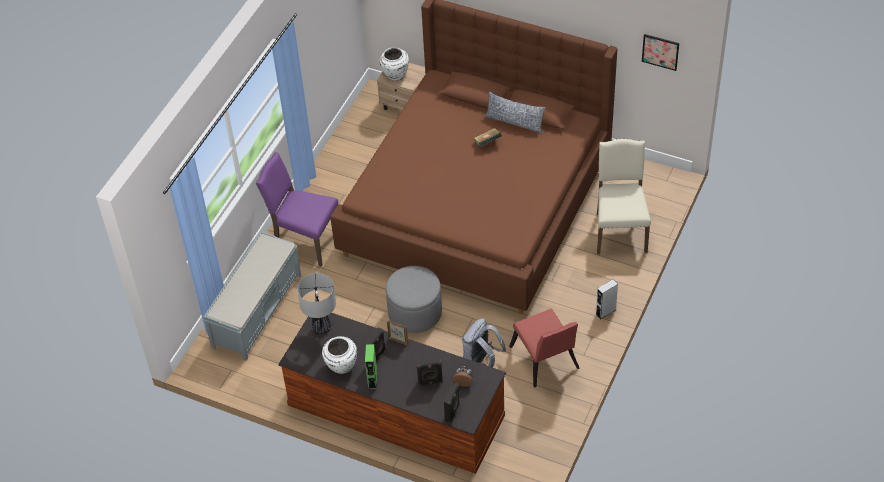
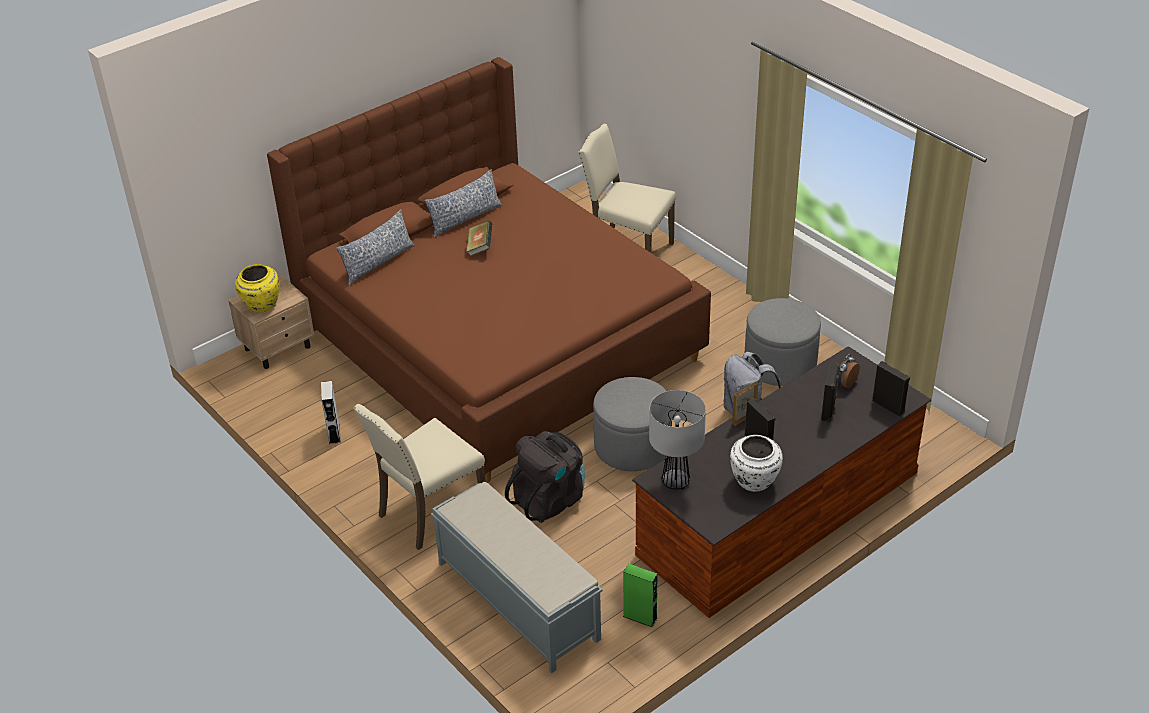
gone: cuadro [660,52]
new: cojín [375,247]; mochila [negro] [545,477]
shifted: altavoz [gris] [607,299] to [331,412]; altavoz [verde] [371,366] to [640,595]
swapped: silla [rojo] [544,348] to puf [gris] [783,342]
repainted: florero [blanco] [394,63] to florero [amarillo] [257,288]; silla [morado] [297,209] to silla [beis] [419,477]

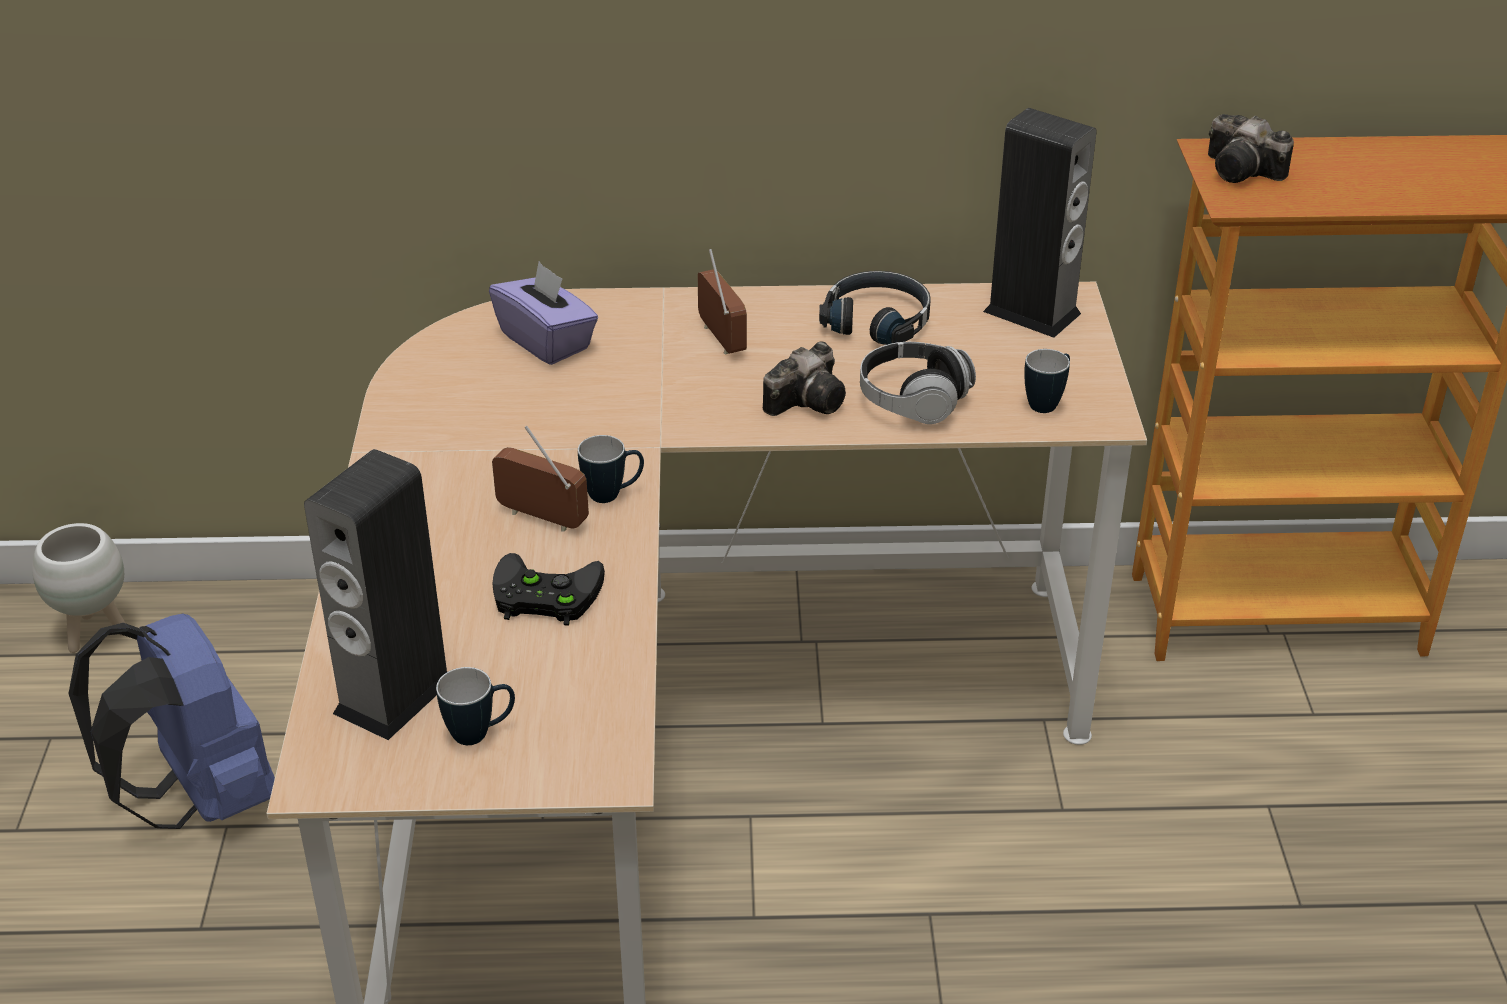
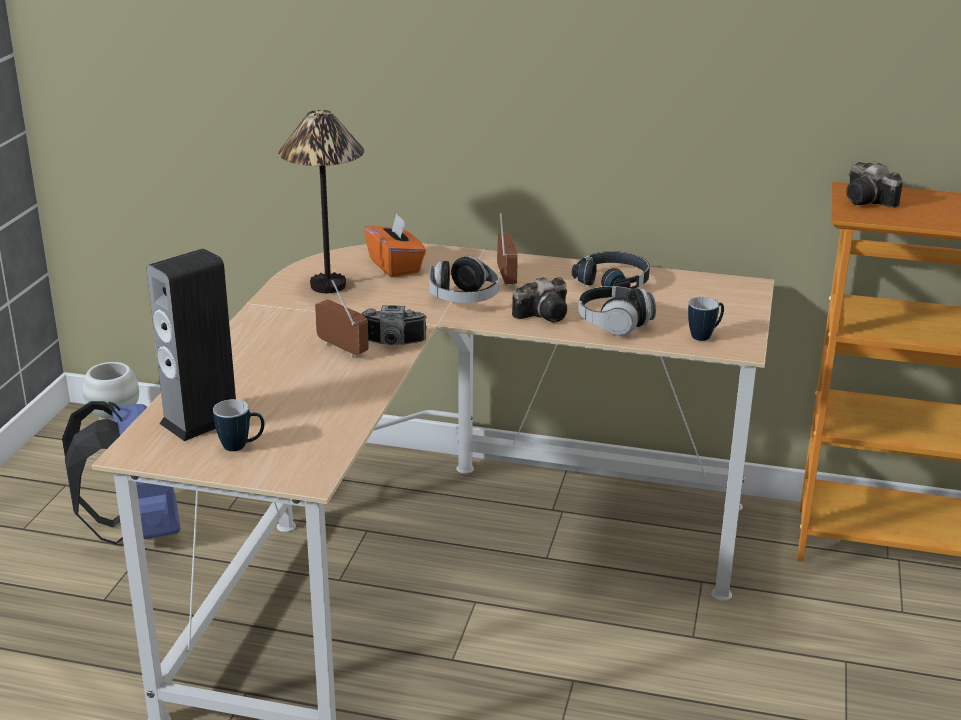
gone: altavoz [1039,223]; mando de consola [negro] [548,589]
new: lámpara de mesa [321,201]; auriculares [464,279]
swapped: taza grande [611,469] to cámara [394,325]
repainted: caja de pañuelos [morado] [543,313] to caja de pañuelos [naranja] [395,245]

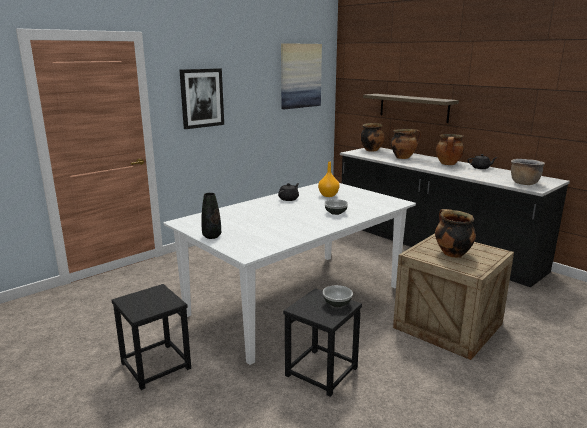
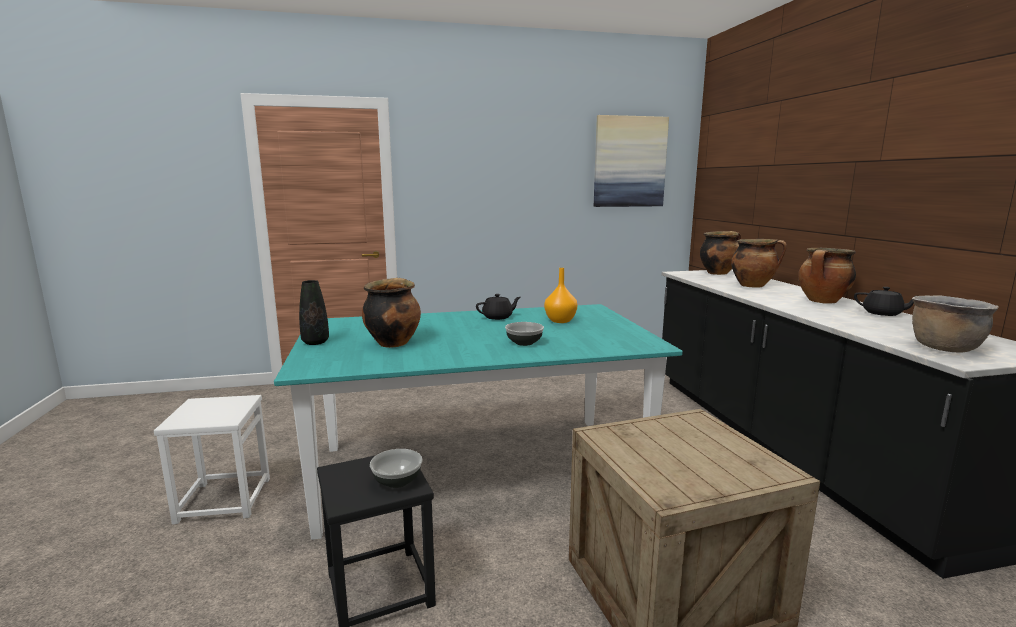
gone: cuadro [201,98]; estante [411,108]
shifted: olla [455,233] to [391,313]
repainted: mesa de comedor [blanco] [290,274] to mesa de comedor [turquesa] [478,422]; taburete [negro] [151,337] to taburete [blanco] [212,459]

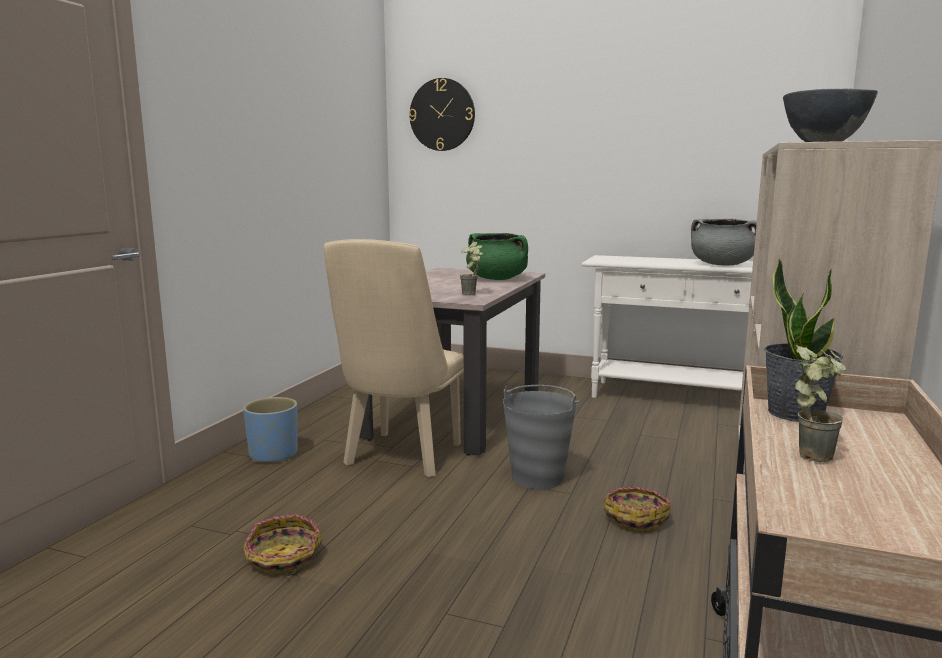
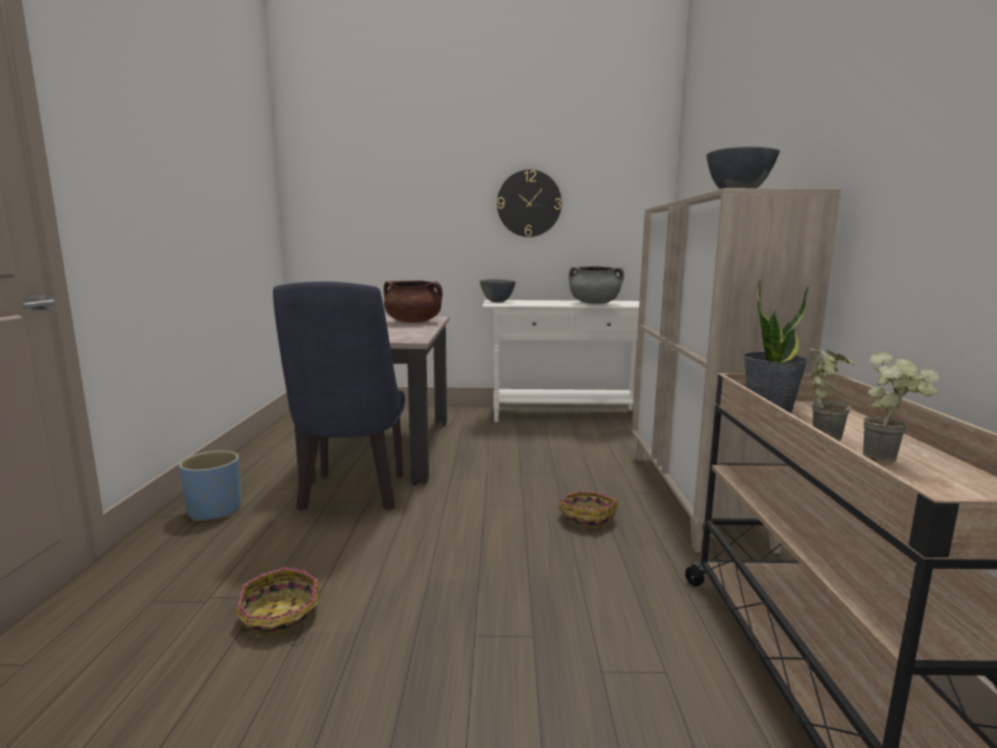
gone: cubo [gris] [541,437]
new: cuenco [gris] [498,290]
shifted: reloj de pared [442,114] to [529,203]; planta en maceta [471,268] to [901,407]
repainted: olla [verde] [497,256] to olla [marrón] [413,301]; silla [beis] [394,358] to silla [azul] [339,396]

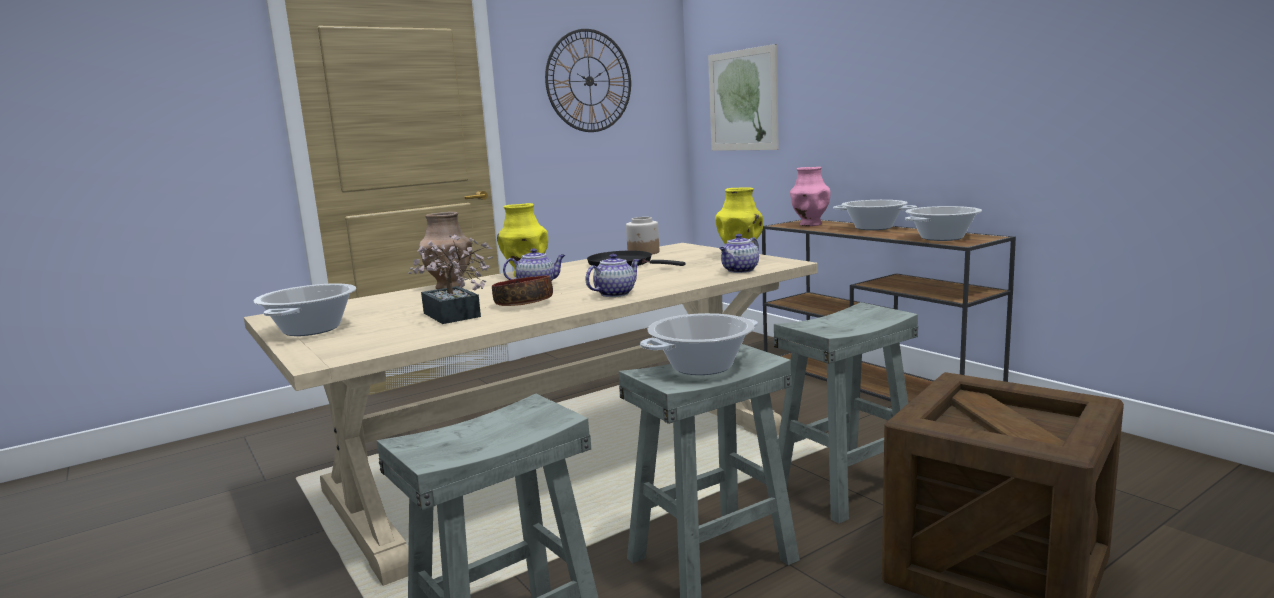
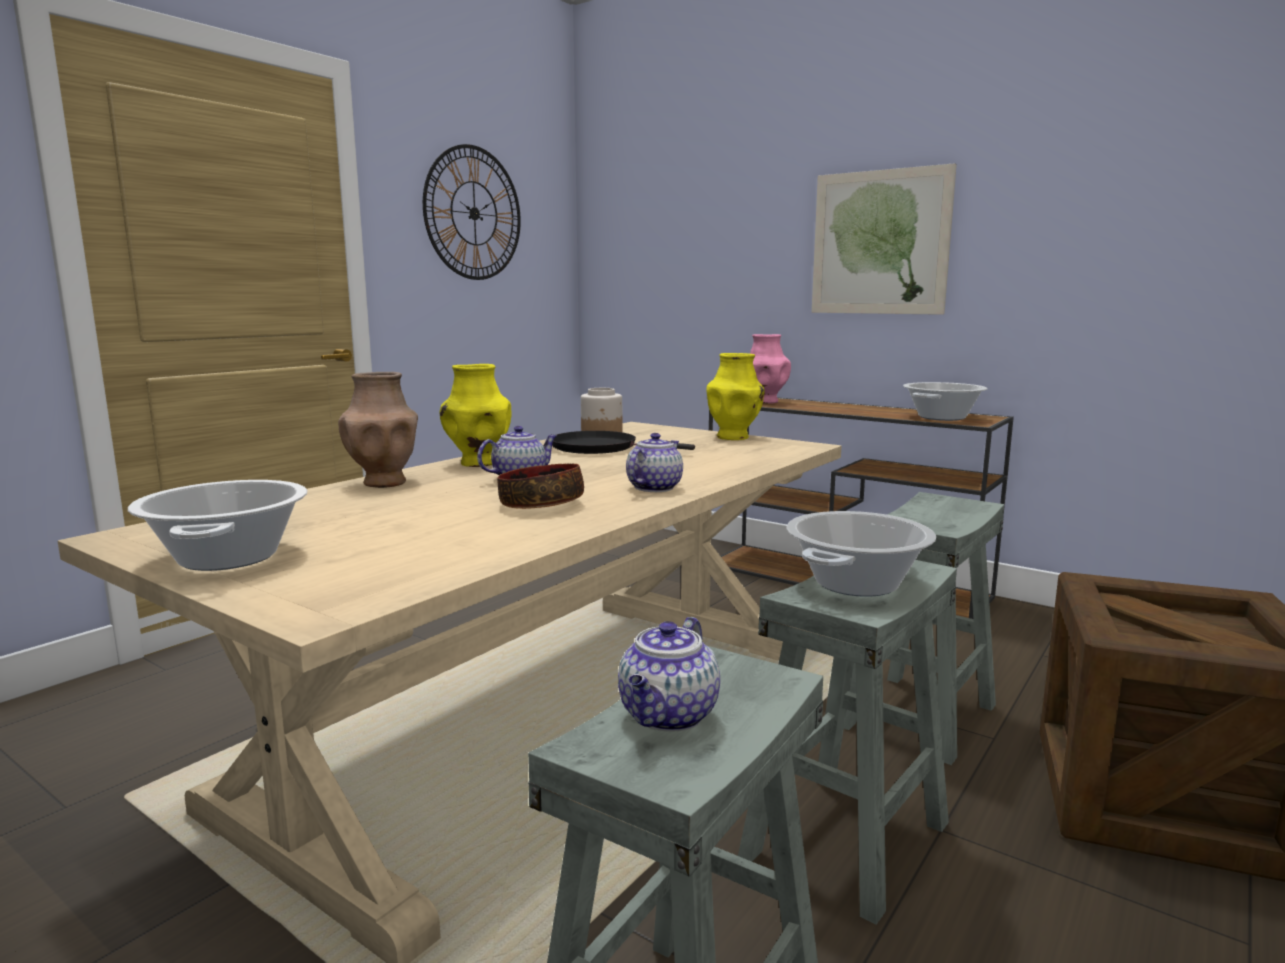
gone: olla [875,215]; planta en maceta [450,279]
shifted: cuadro [743,97] to [884,239]; tetera [739,253] to [669,674]

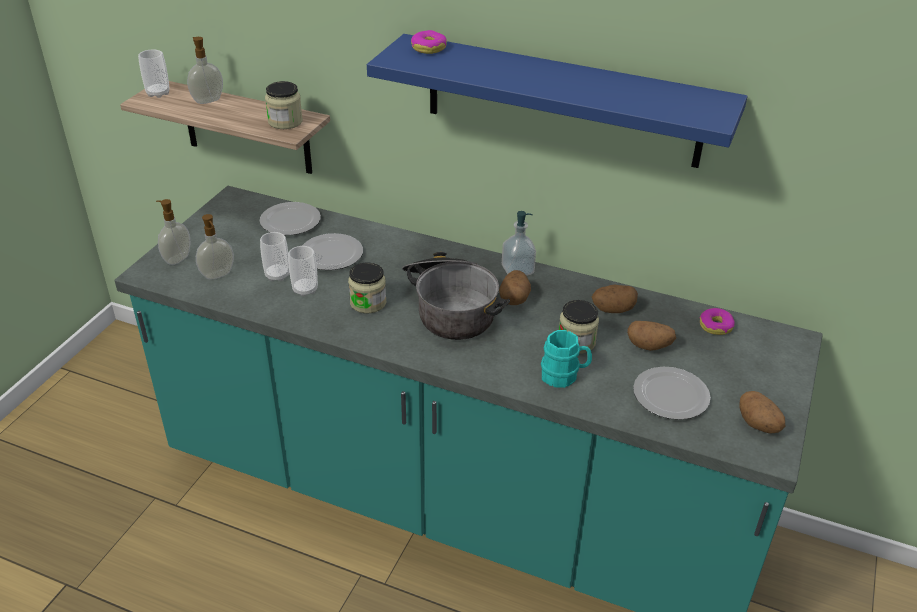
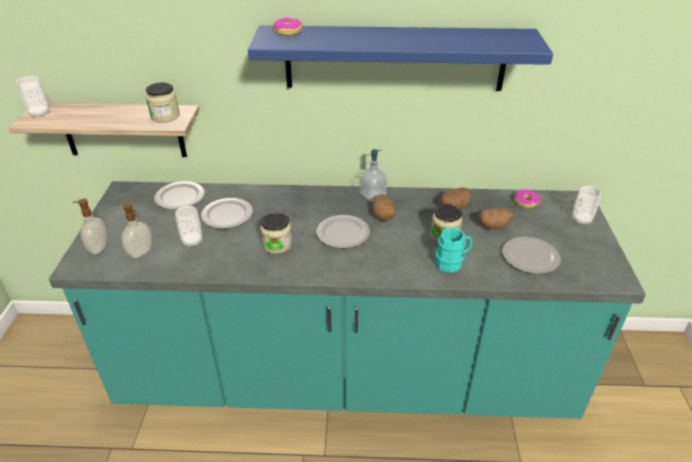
gone: dispensador de jabón [205,70]; patata [762,412]
shifted: taza [303,271] to [586,205]
swapped: olla [456,296] to plato [343,231]

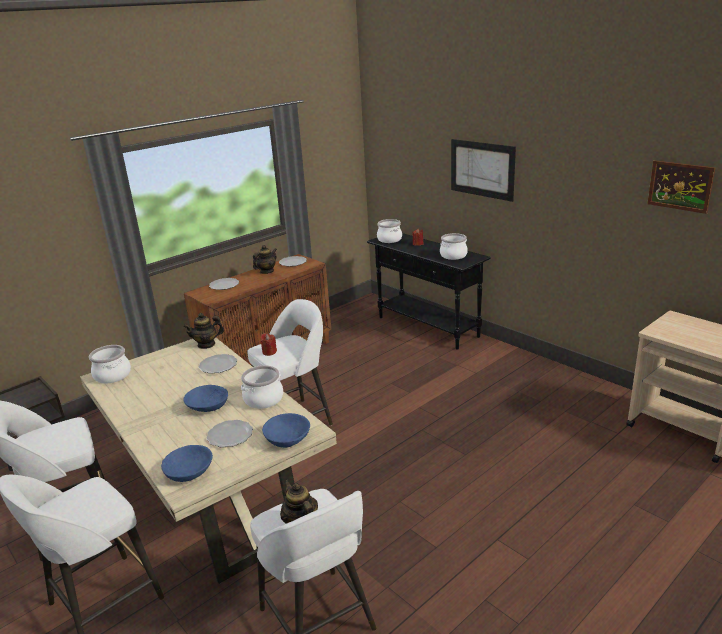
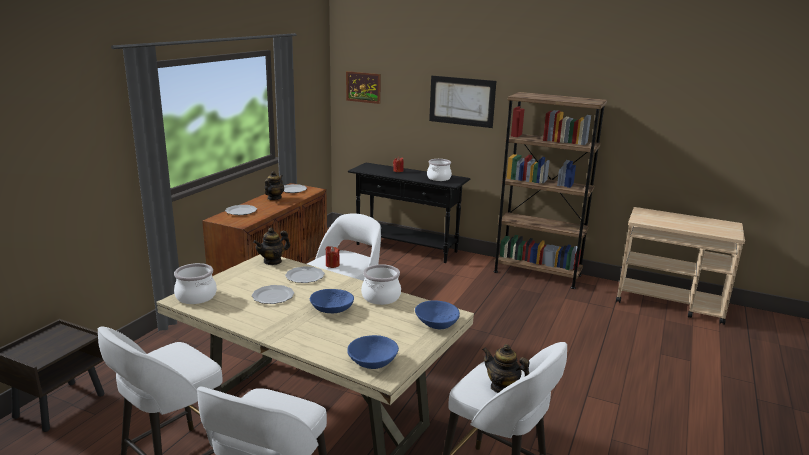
gone: olla [389,231]
new: estantería [marrón] [550,190]
shifted: cuadro [681,187] to [363,87]; plato [229,434] to [273,294]

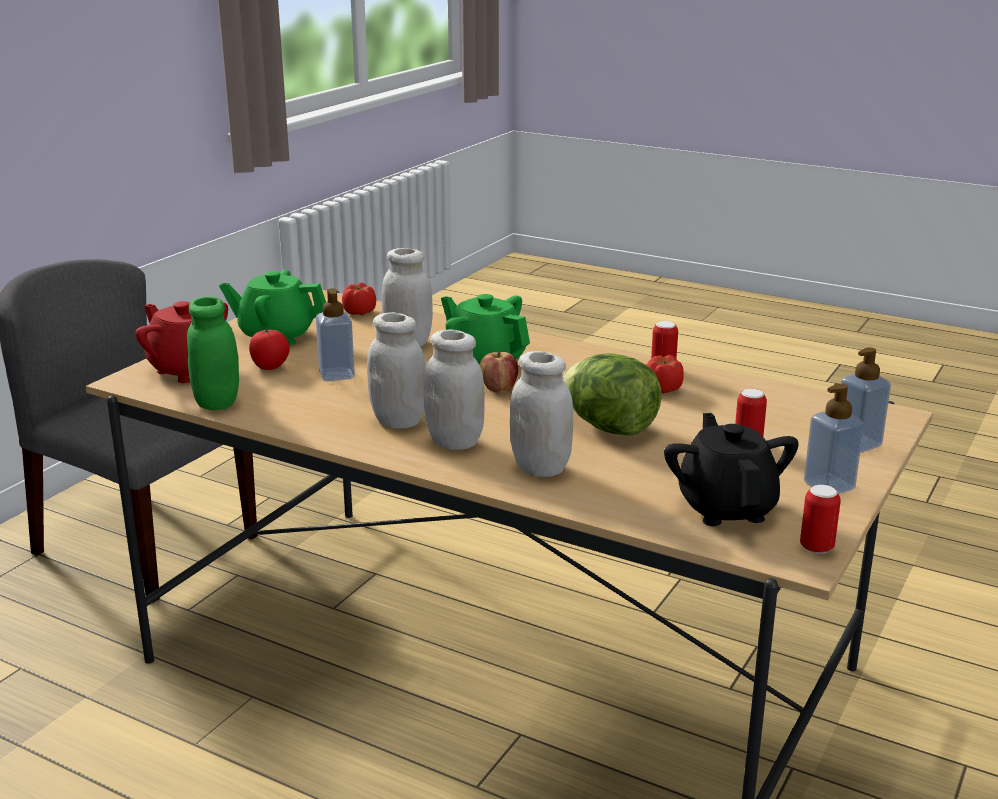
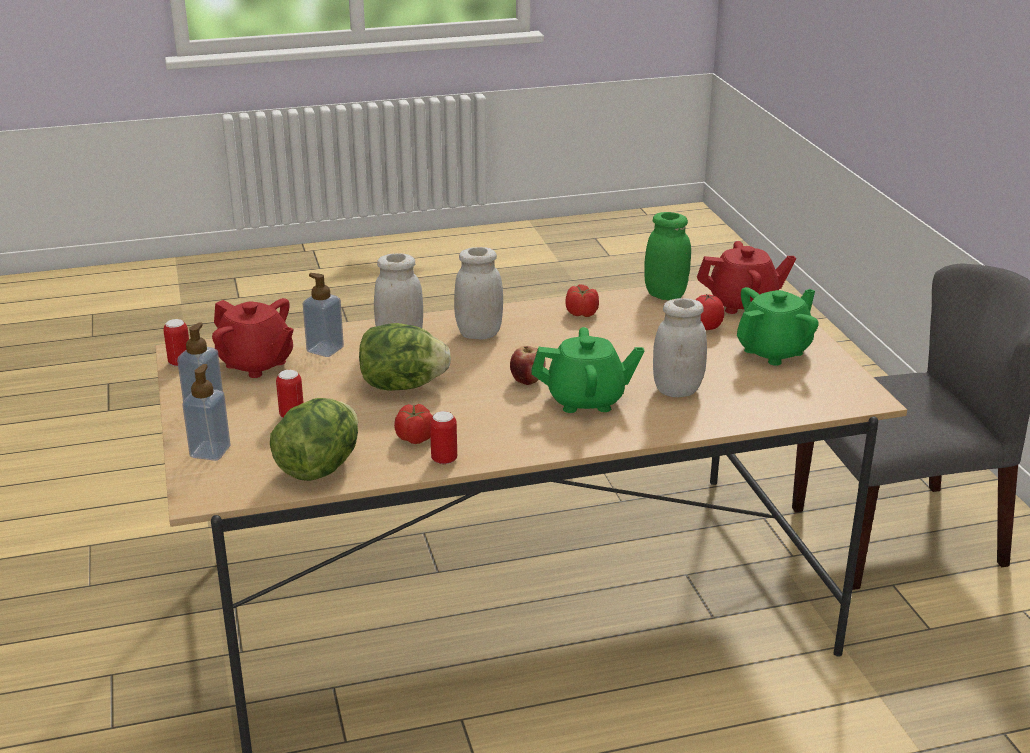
gone: tarro [blanco] [396,370]
new: lechuga [314,439]
shifted: tomate [359,299] to [582,301]; dispensador de jabón [335,334] to [323,315]
repainted: tetera [negro] [731,469] to tetera [rojo] [253,338]

